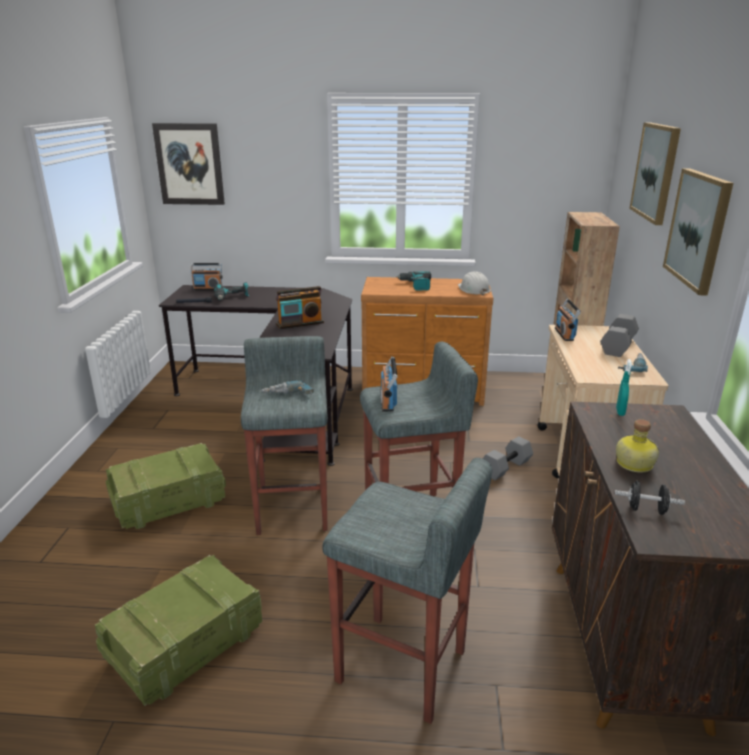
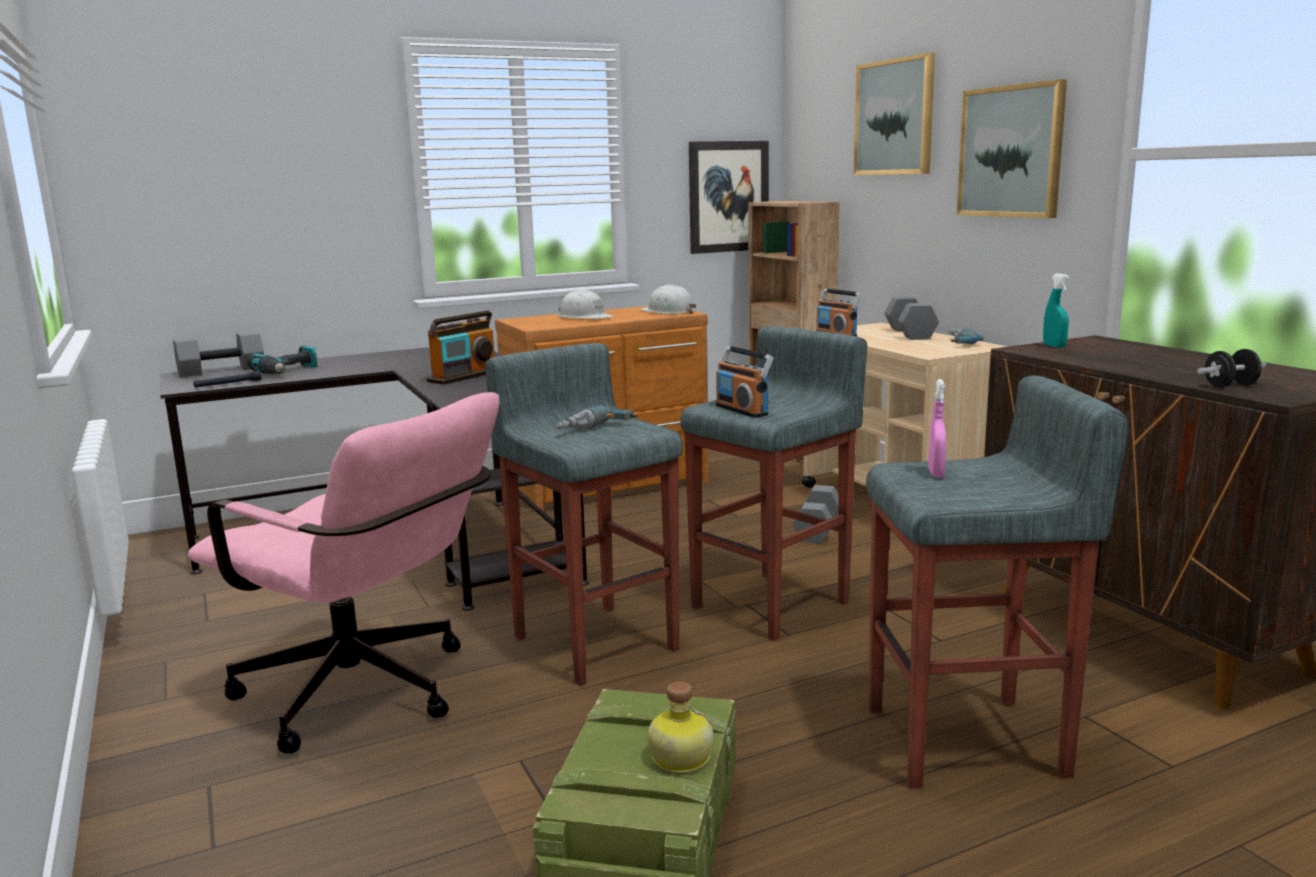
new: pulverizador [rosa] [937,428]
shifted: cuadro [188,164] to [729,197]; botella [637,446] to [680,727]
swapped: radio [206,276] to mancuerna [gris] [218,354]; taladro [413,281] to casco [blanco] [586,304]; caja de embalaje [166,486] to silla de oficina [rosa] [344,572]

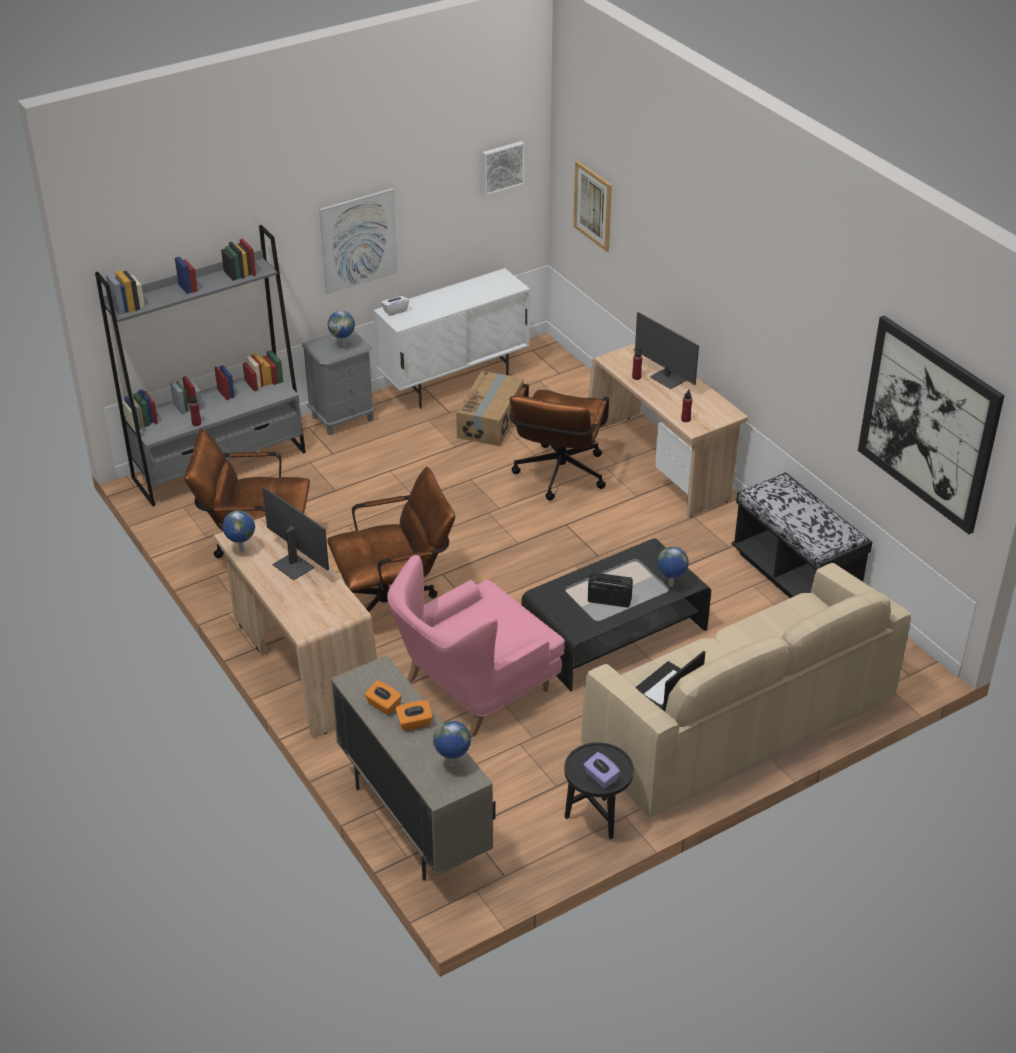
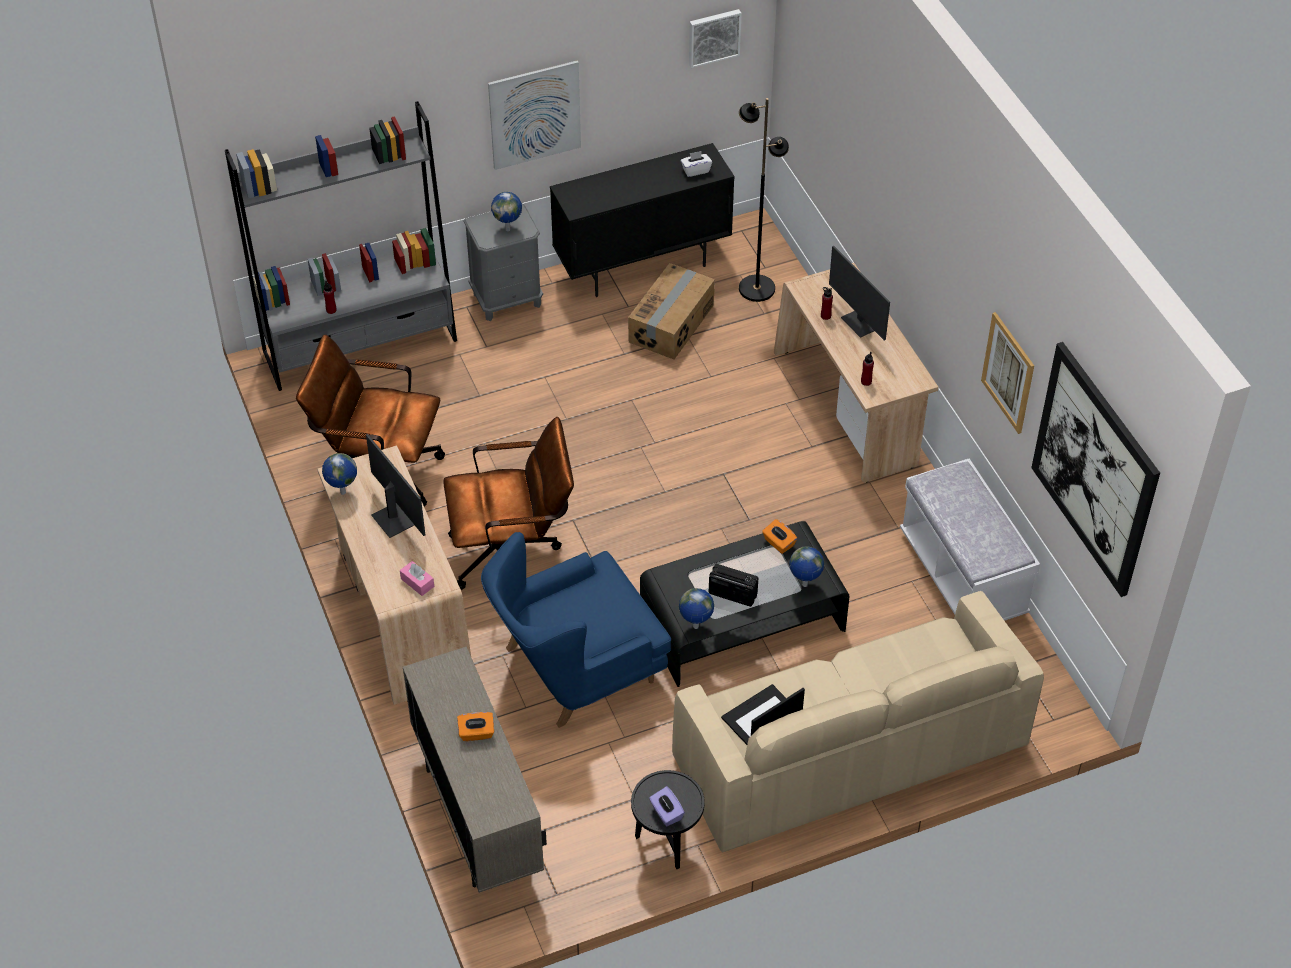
gone: silla de oficina [marrón] [559,442]
new: lámpara de pie [negro] [764,200]; caja de pañuelos [rosa] [417,578]
shifted: cuadro [592,206] to [1007,373]; caja de pañuelos [blanco] [395,304] to [696,164]; caja de pañuelos [naranja] [383,697] to [779,536]; globo terráqueo [452,744] to [696,608]
repainted: armario [blanco] [451,338] to armario [negro] [642,220]; banco [negro] [802,535] to banco [blanco] [970,540]; sillón [rosa] [476,646] to sillón [azul] [576,630]

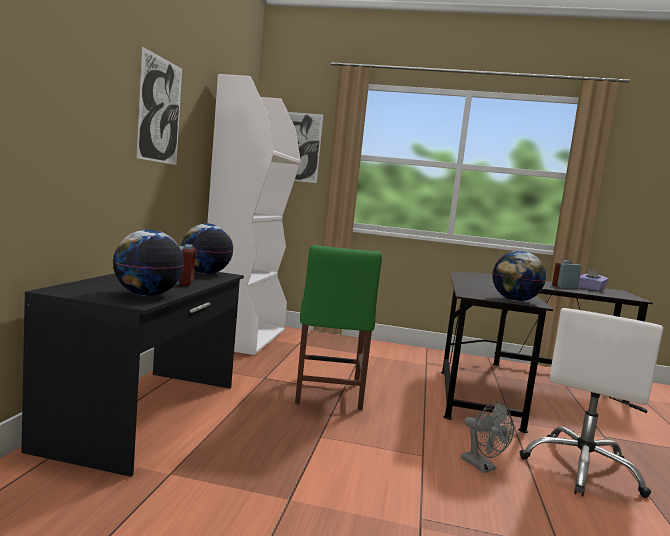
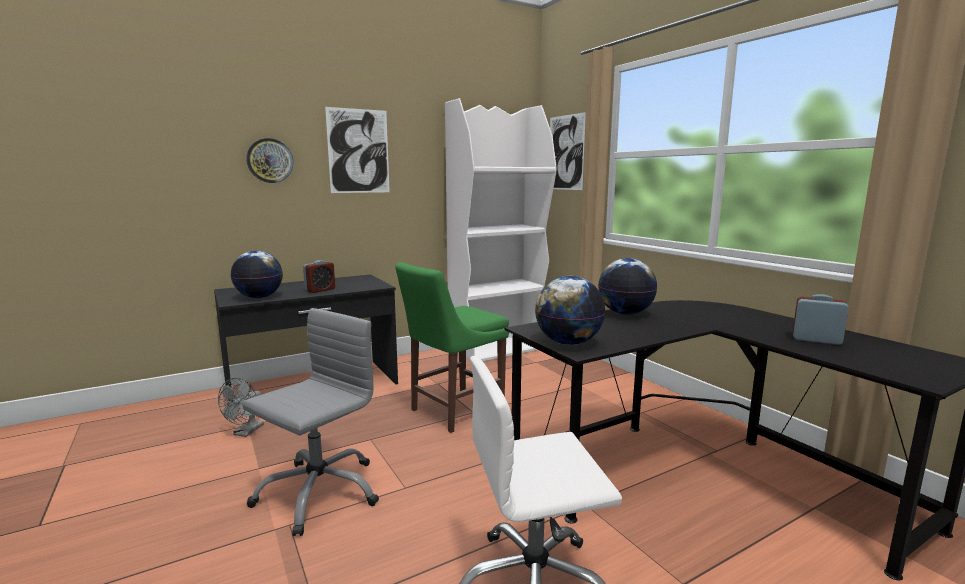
gone: caja de pañuelos [morado] [594,280]
new: reloj de pared [269,160]; silla de oficina [gris] [310,422]
shifted: globo terráqueo [207,249] to [627,286]; ventilador [gris] [487,437] to [241,407]

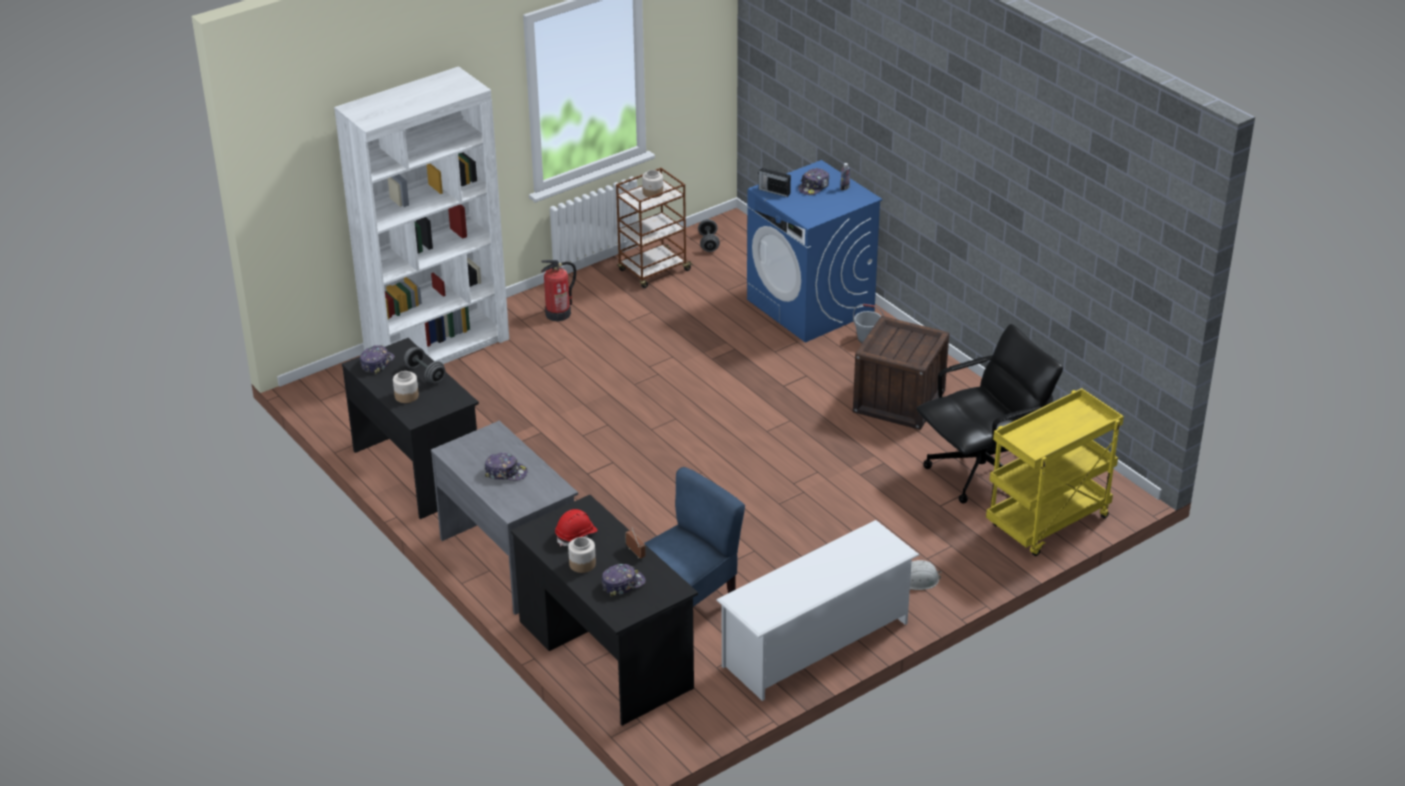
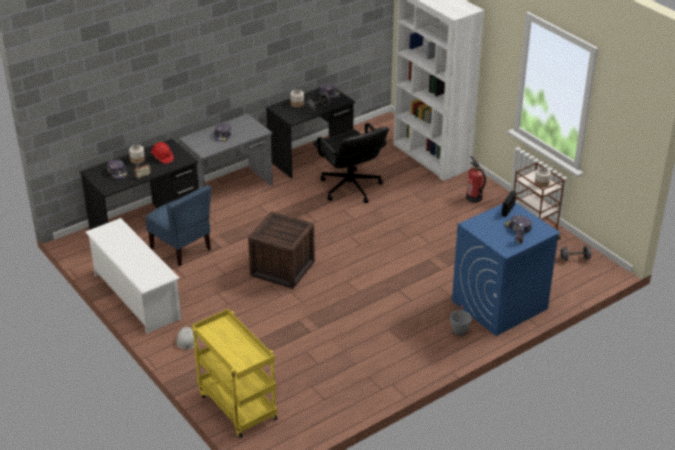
shifted: caja de embalaje [901,373] to [281,250]; silla de oficina [negro] [989,414] to [351,163]

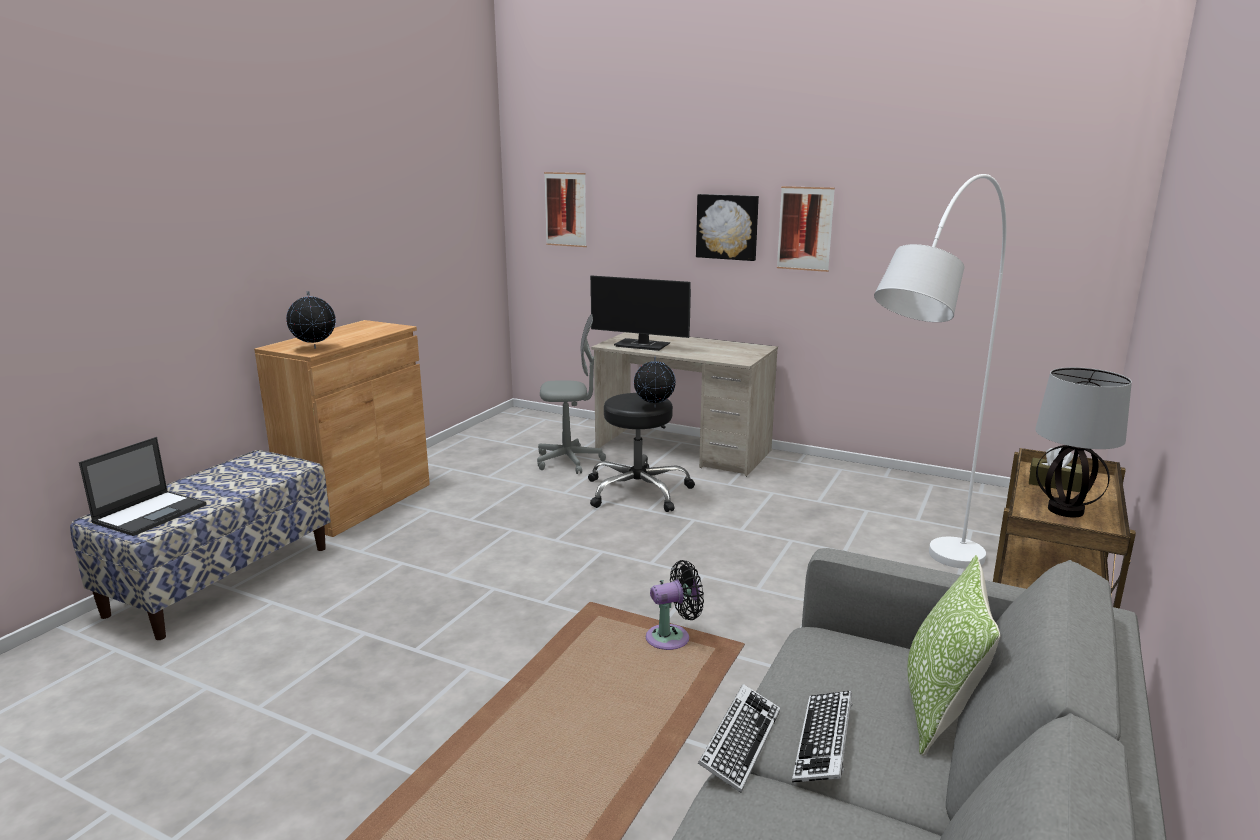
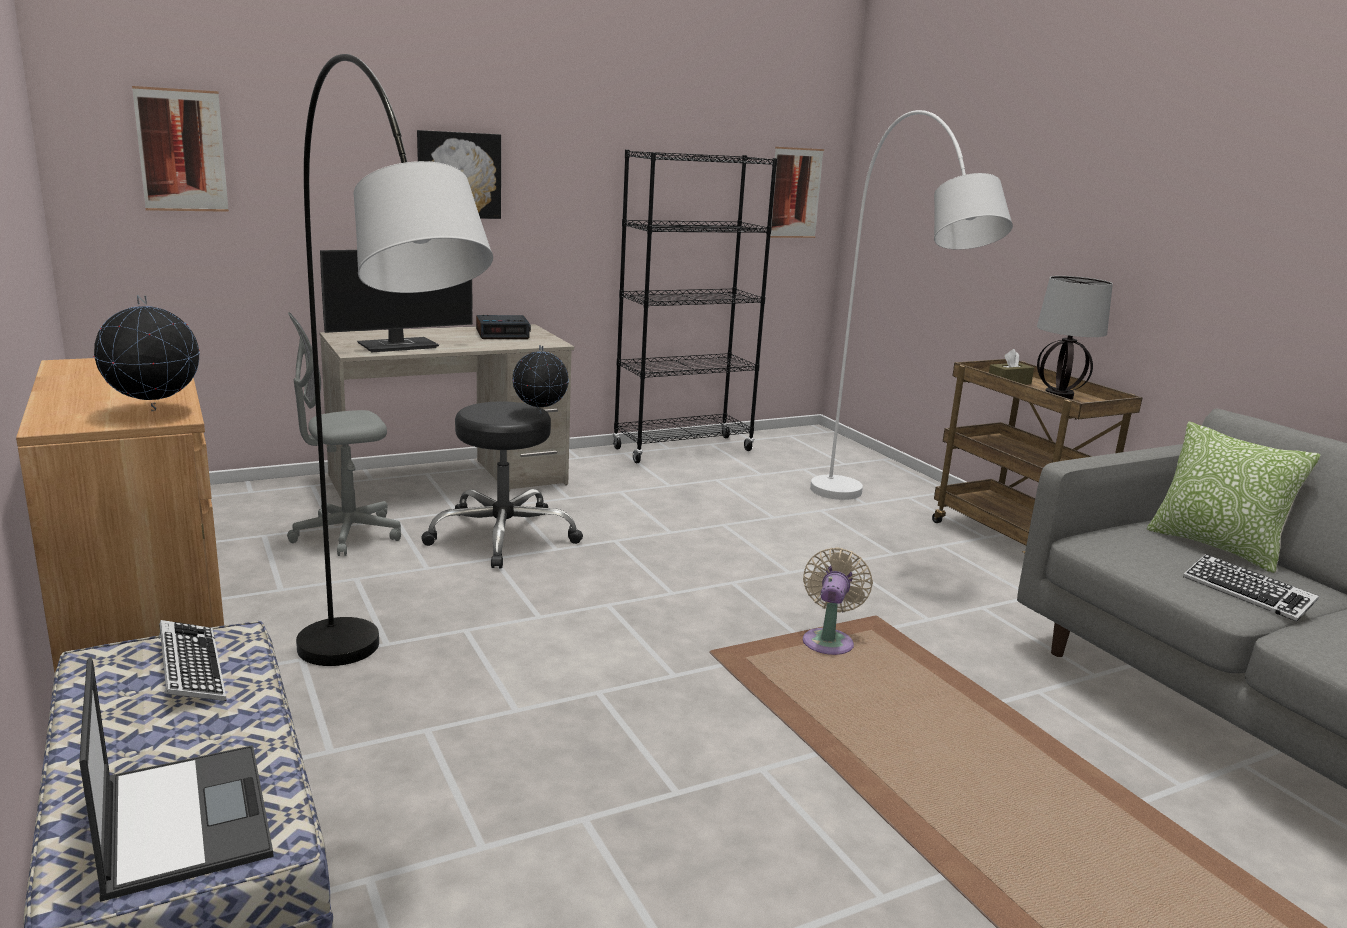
new: lámpara de pie [gris] [394,360]; estantería [negro] [695,306]; despertador [503,327]
shifted: cuadro [806,229] to [797,192]; teclado [739,738] to [193,660]
repainted: ventilador [negro] [675,605] to ventilador [beis] [838,601]
rotated: silla de oficina [gris] [571,394] = [344,434] 150 degrees counterclockwise

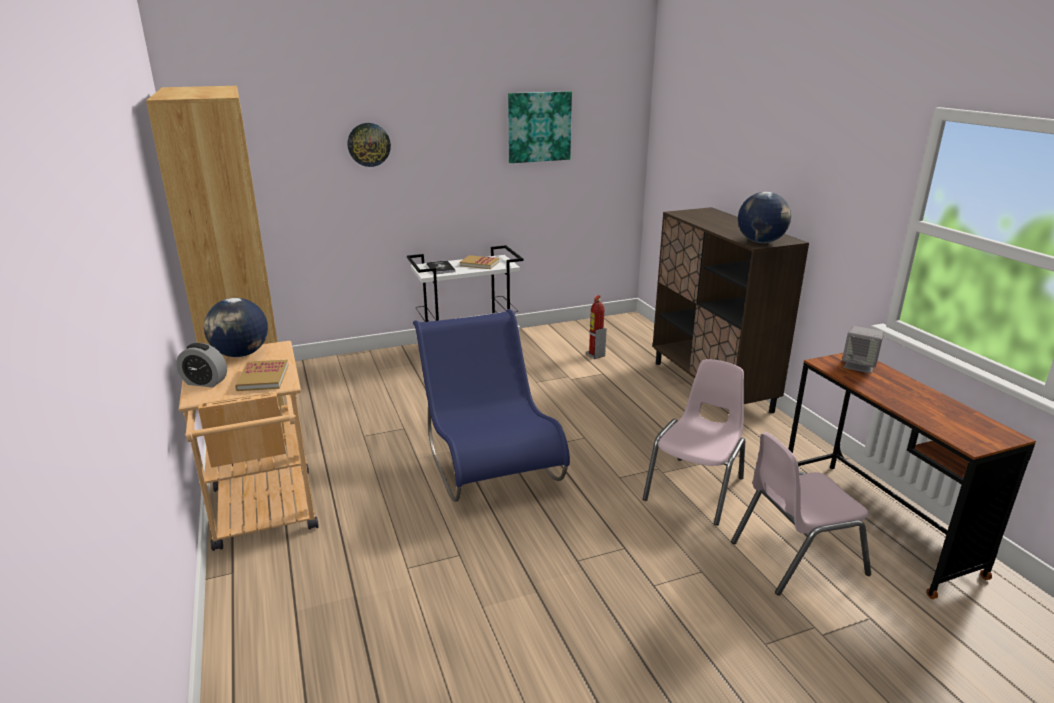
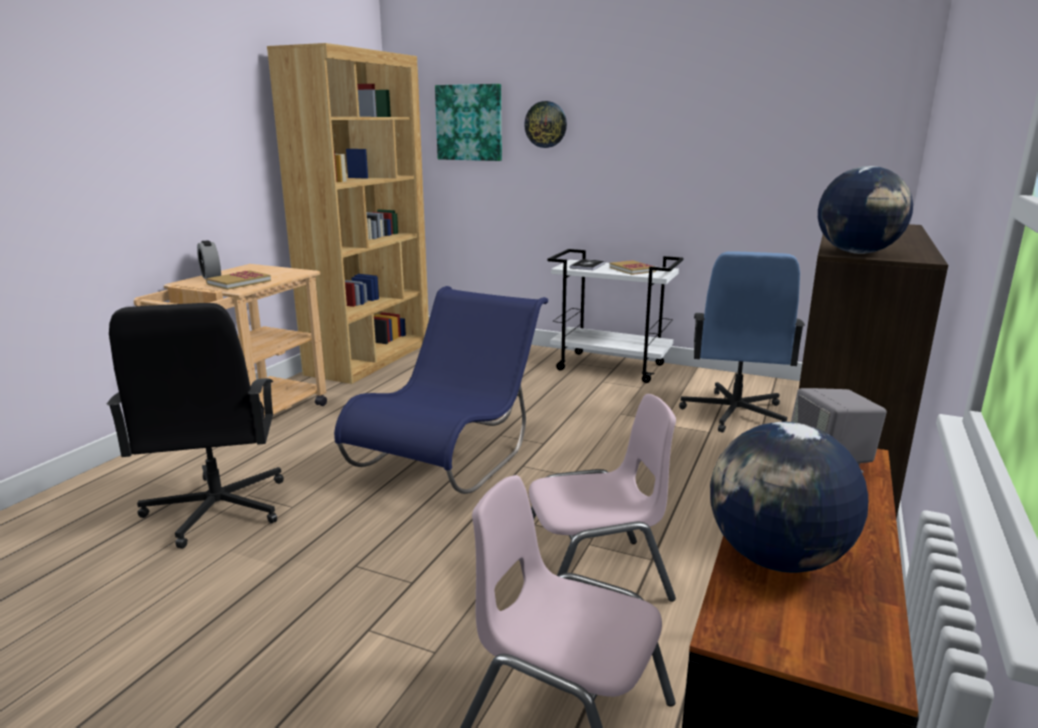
new: silla de oficina [negro] [195,426]
shifted: cuadro [540,127] to [468,122]; globo terráqueo [236,327] to [789,497]
swapped: extintor [596,327] to silla de oficina [azul] [742,342]

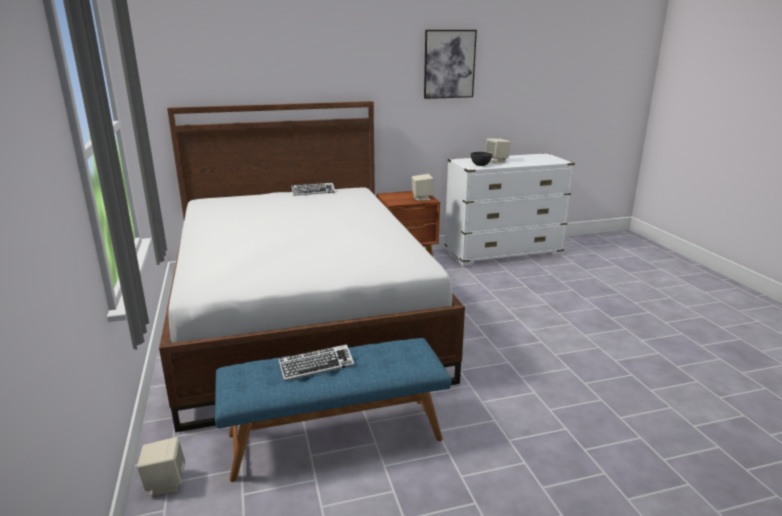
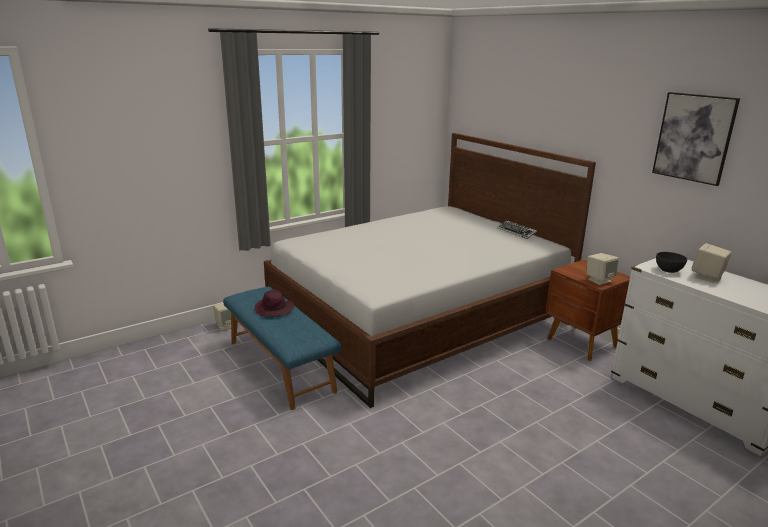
swapped: teclado [316,362] to sombrero [morado] [274,303]

